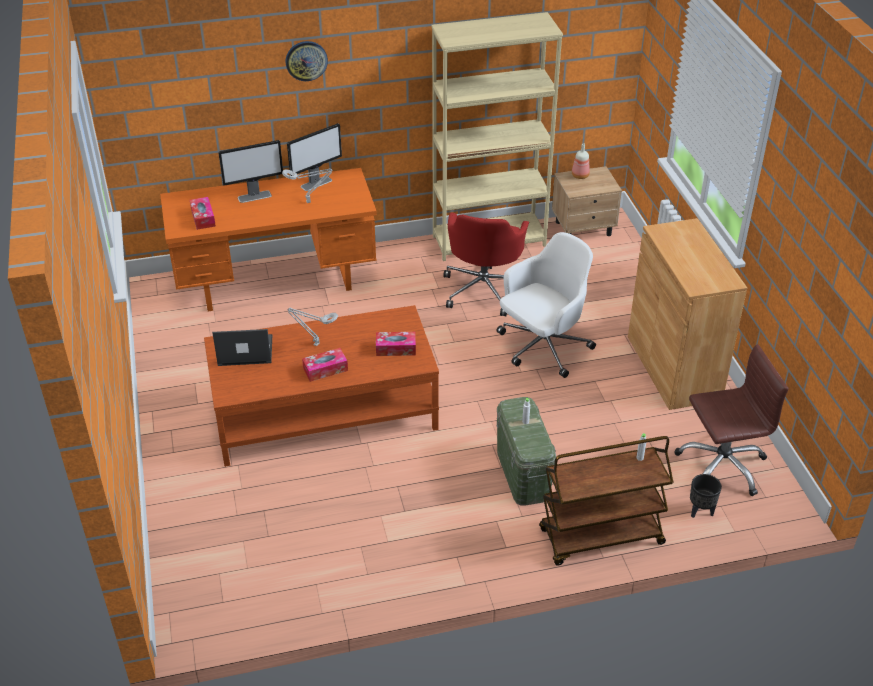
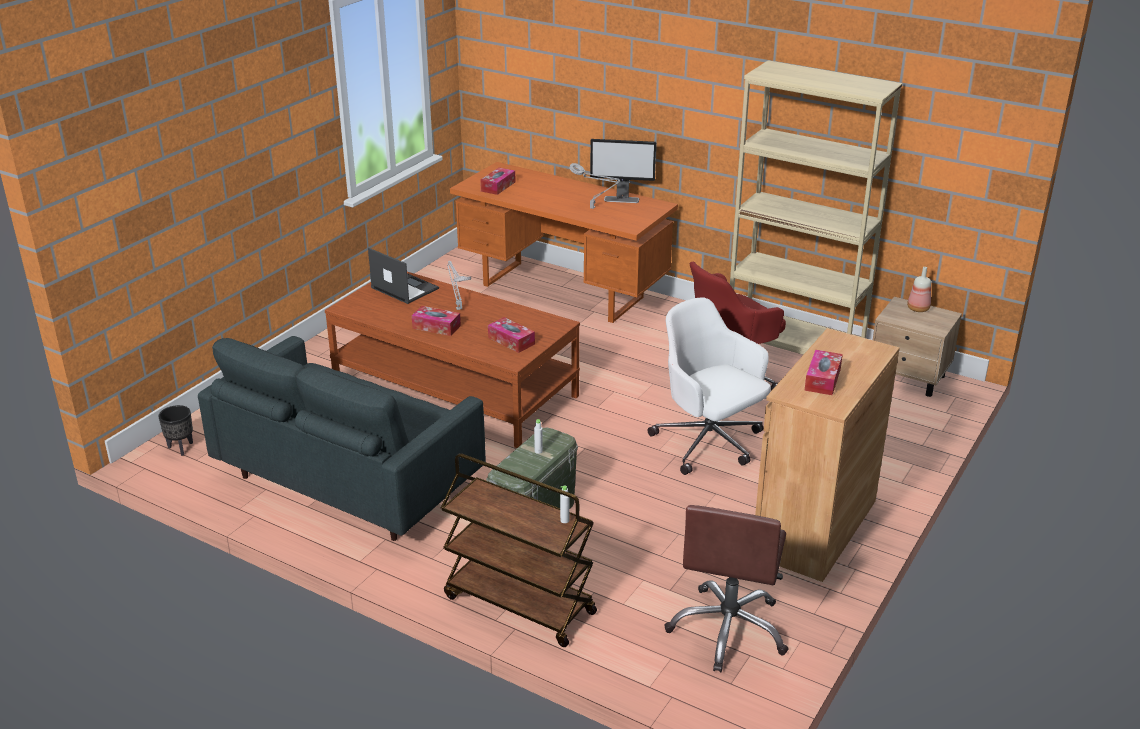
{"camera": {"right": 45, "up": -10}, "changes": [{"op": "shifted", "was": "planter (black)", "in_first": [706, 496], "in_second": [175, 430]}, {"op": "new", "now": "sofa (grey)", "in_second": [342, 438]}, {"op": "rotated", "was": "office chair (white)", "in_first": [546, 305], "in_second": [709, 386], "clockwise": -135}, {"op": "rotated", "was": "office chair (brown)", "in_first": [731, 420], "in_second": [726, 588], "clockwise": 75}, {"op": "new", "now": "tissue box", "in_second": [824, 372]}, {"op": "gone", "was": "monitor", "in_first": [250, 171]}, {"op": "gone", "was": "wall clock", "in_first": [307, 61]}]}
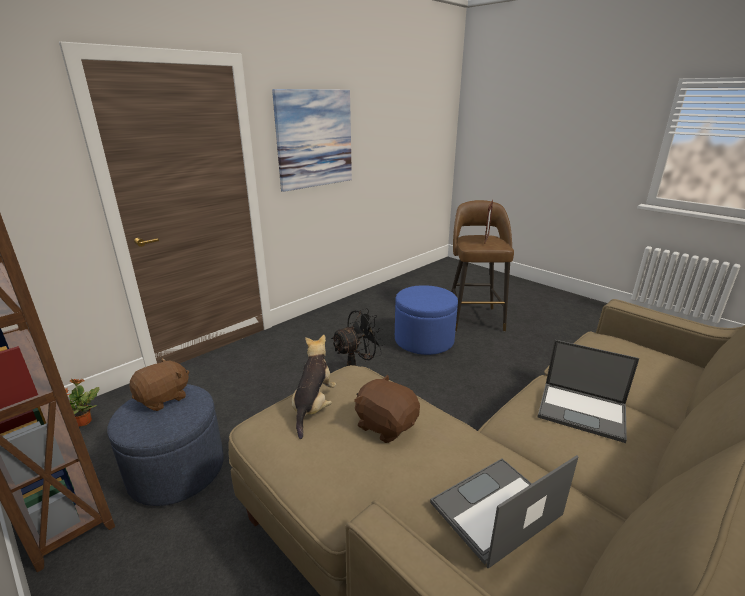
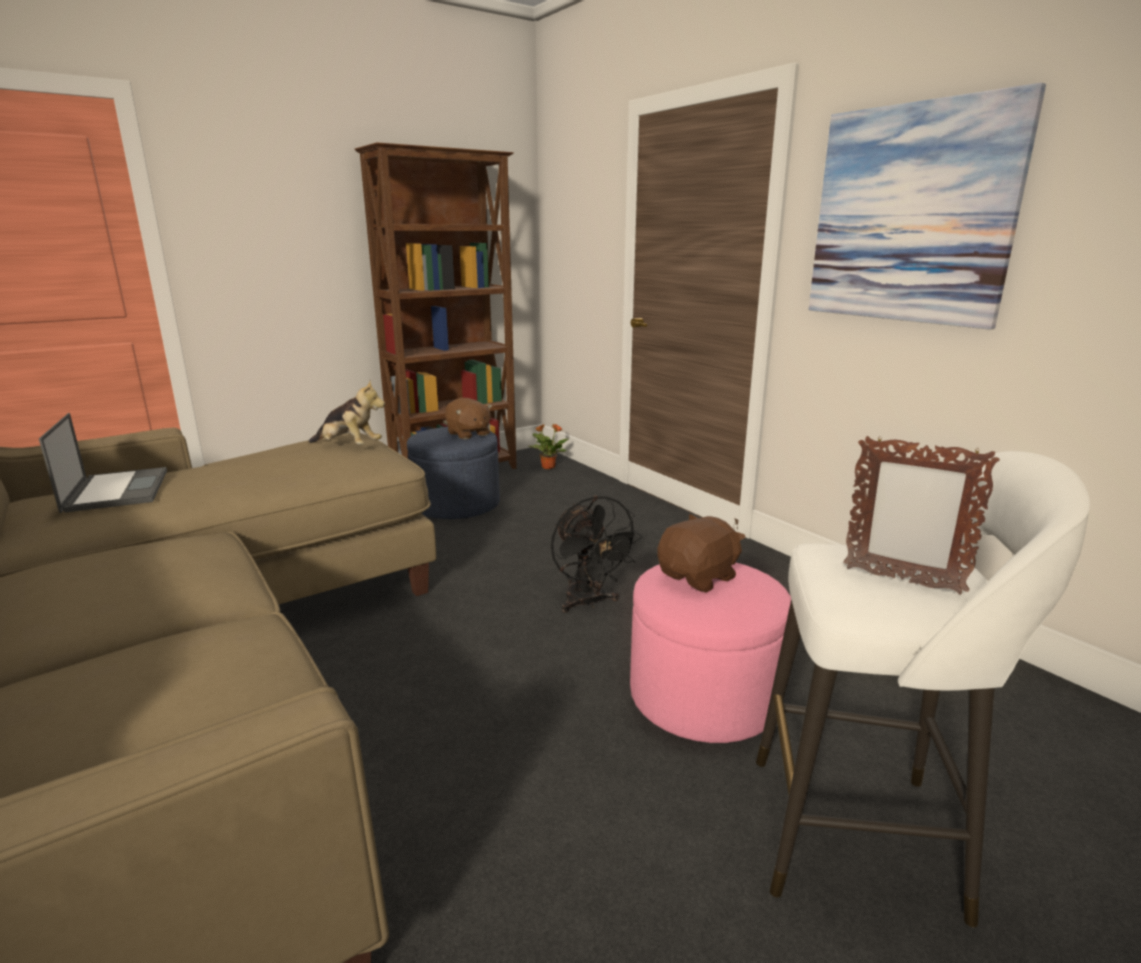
{"camera": {"right": 100, "up": -5}, "changes": [{"op": "repainted", "was": "ottoman (blue)", "now": "ottoman (pink)", "in_first": [426, 320], "in_second": [710, 653]}, {"op": "shifted", "was": "plush toy (brown)", "in_first": [387, 409], "in_second": [701, 553]}, {"op": "repainted", "was": "stool (brown)", "now": "stool (white)", "in_first": [482, 265], "in_second": [923, 689]}, {"op": "gone", "was": "laptop", "in_first": [588, 391]}]}
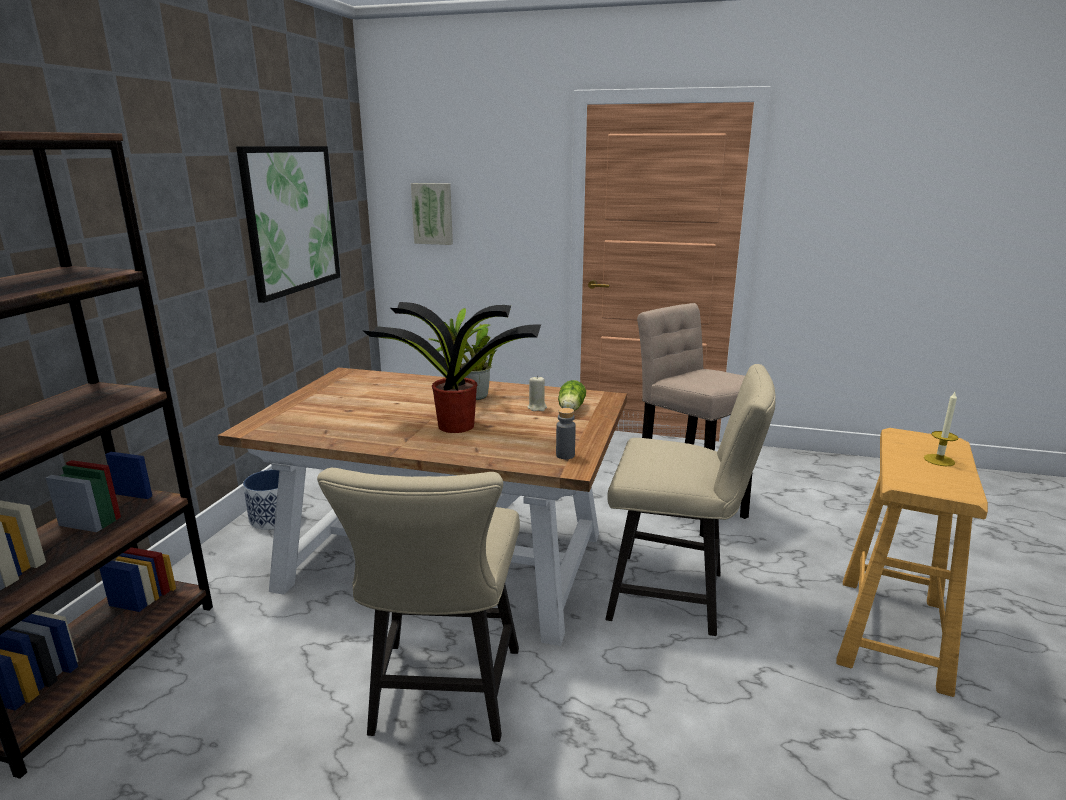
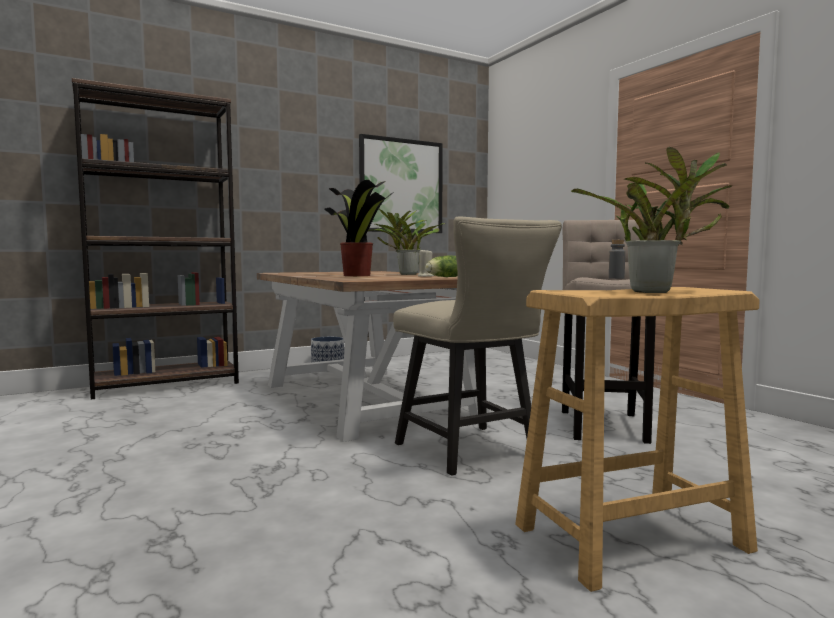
{"camera": {"right": 45, "up": -15}, "changes": [{"op": "swapped", "was": "candle", "now": "potted plant", "in_first": [941, 429], "in_second": [651, 220]}, {"op": "shifted", "was": "bottle (grey)", "in_first": [566, 433], "in_second": [617, 259]}, {"op": "gone", "was": "chair (beige)", "in_first": [418, 605]}, {"op": "gone", "was": "picture", "in_first": [432, 214]}]}
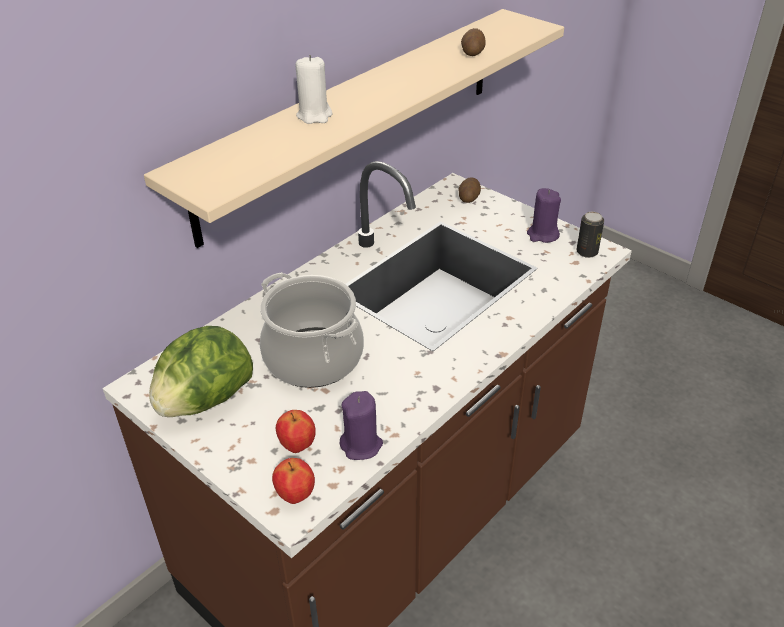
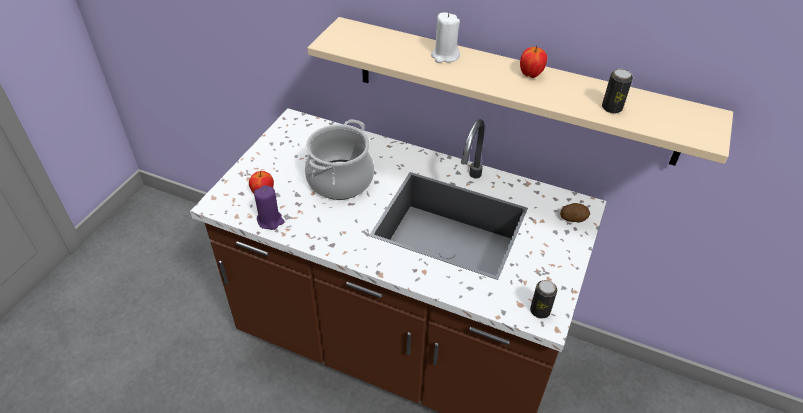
{"camera": {"right": 70, "up": 5}, "changes": [{"op": "shifted", "was": "apple", "in_first": [293, 481], "in_second": [533, 61]}, {"op": "swapped", "was": "potato", "now": "can", "in_first": [473, 42], "in_second": [617, 91]}, {"op": "gone", "was": "lettuce", "in_first": [201, 371]}, {"op": "gone", "was": "candle (purple)", "in_first": [544, 215]}]}
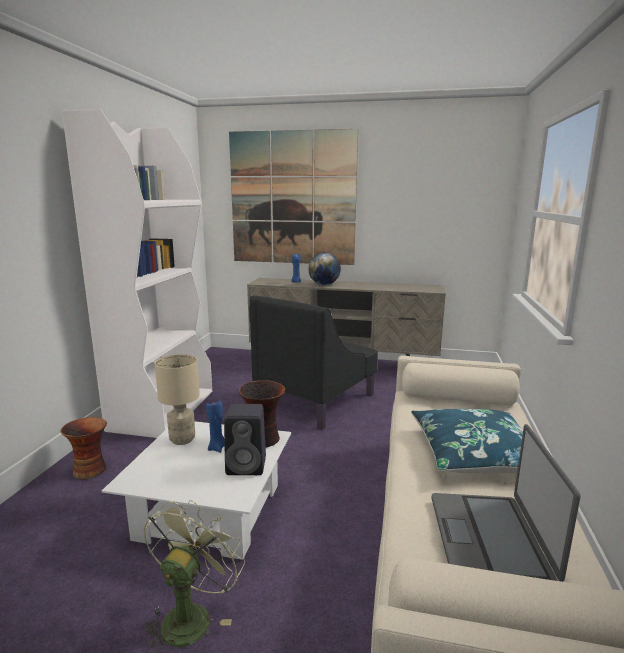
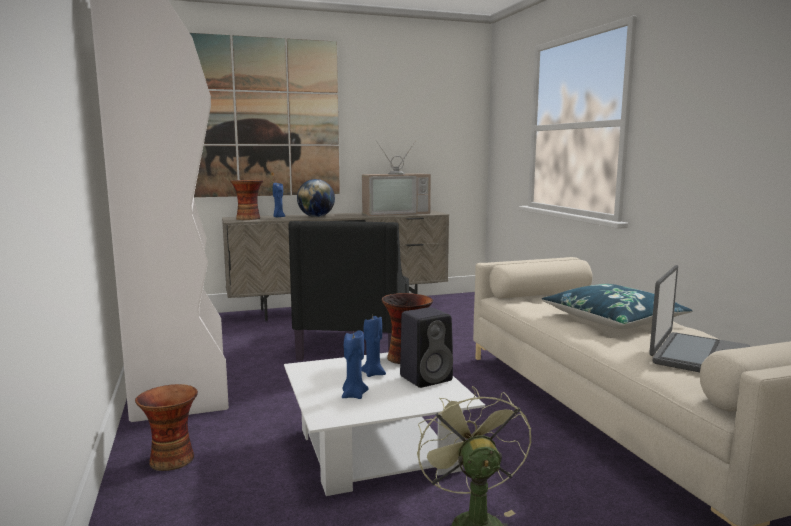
{"camera": {"right": -30, "up": -5}, "changes": [{"op": "new", "now": "vase", "in_second": [246, 200]}, {"op": "new", "now": "candle (blue)", "in_second": [355, 364]}, {"op": "new", "now": "television", "in_second": [396, 178]}, {"op": "rotated", "was": "laptop", "in_first": [506, 503], "in_second": [699, 318], "clockwise": -120}, {"op": "gone", "was": "table lamp (beige)", "in_first": [177, 399]}]}
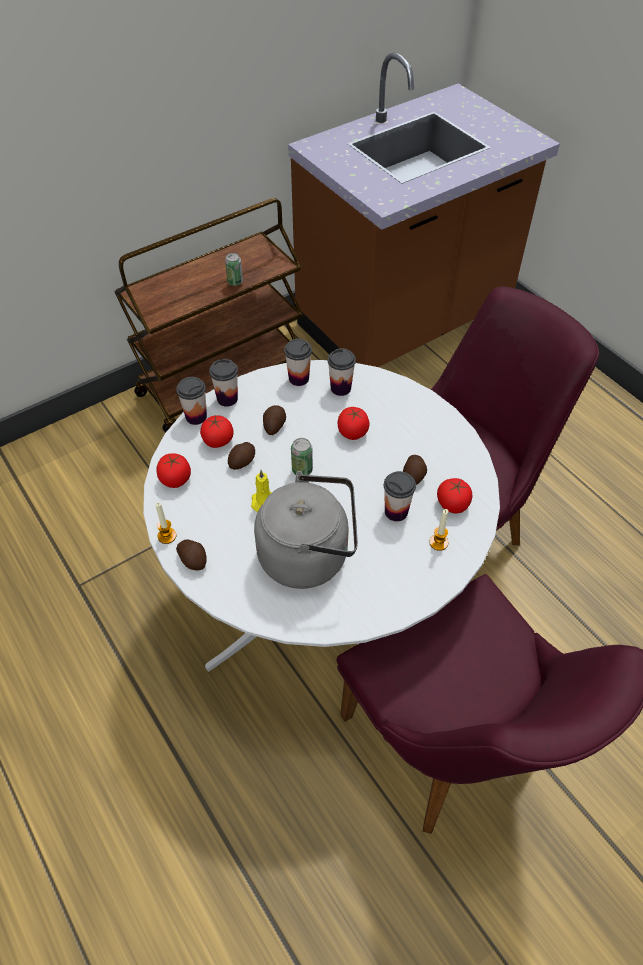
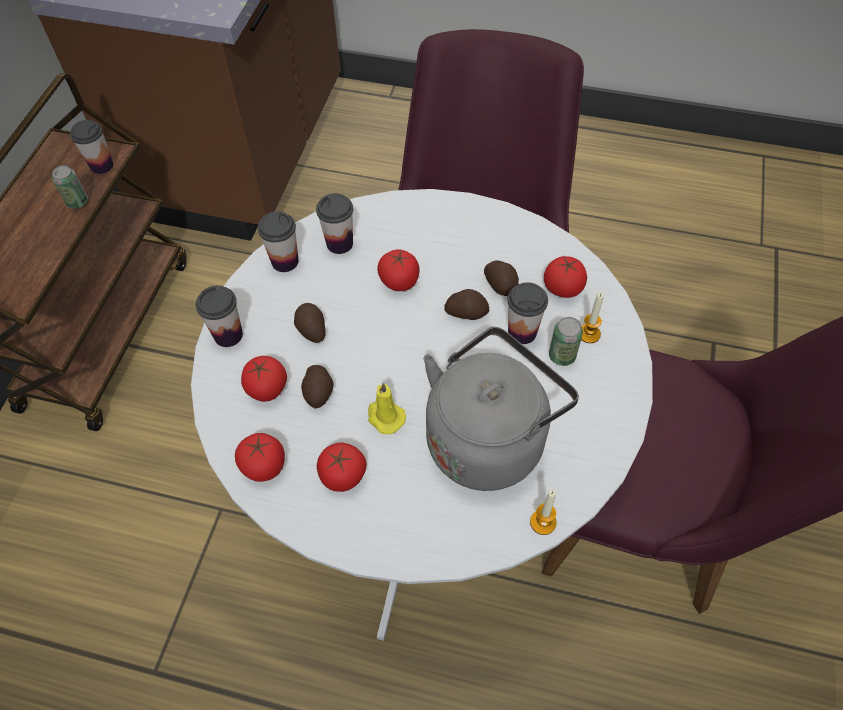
{"camera": {"right": -40, "up": 5}, "changes": [{"op": "shifted", "was": "cup", "in_first": [191, 401], "in_second": [91, 147]}, {"op": "new", "now": "tomato", "in_second": [342, 467]}, {"op": "shifted", "was": "potato", "in_first": [191, 554], "in_second": [466, 304]}, {"op": "shifted", "was": "candle", "in_first": [166, 523], "in_second": [543, 512]}, {"op": "shifted", "was": "can", "in_first": [302, 457], "in_second": [566, 341]}]}
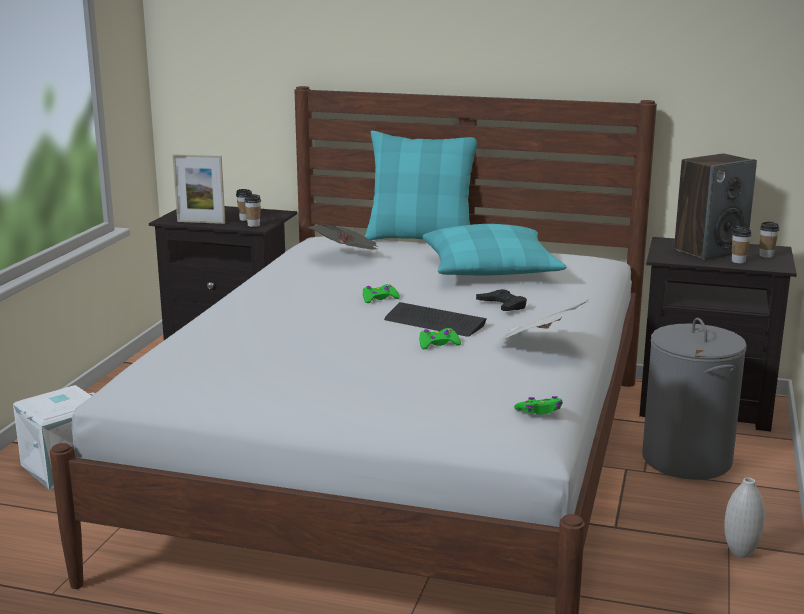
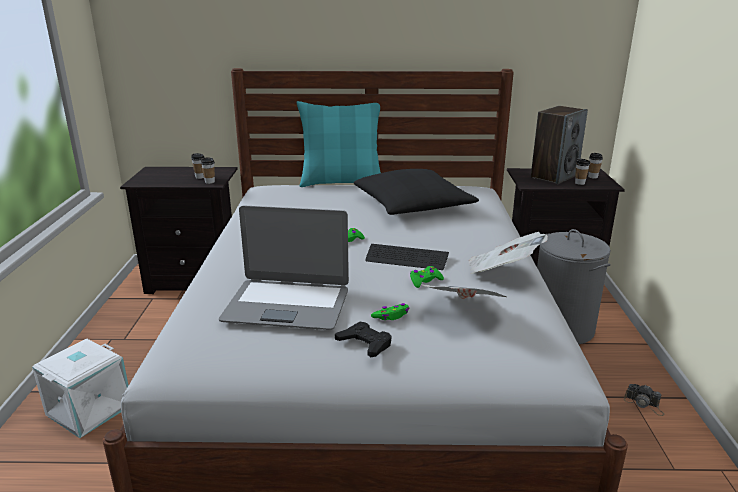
{"camera": {"right": -15, "up": 5}, "changes": [{"op": "new", "now": "laptop", "in_second": [284, 267]}, {"op": "shifted", "was": "game controller (black)", "in_first": [501, 300], "in_second": [363, 339]}, {"op": "repainted", "was": "pillow (turquoise)", "now": "pillow (black)", "in_first": [494, 249], "in_second": [416, 192]}, {"op": "shifted", "was": "game controller (green)", "in_first": [538, 405], "in_second": [390, 311]}, {"op": "shifted", "was": "newspaper", "in_first": [343, 237], "in_second": [463, 291]}, {"op": "swapped", "was": "vase (white)", "now": "photo camera", "in_first": [744, 517], "in_second": [644, 400]}, {"op": "gone", "was": "picture frame", "in_first": [199, 189]}]}
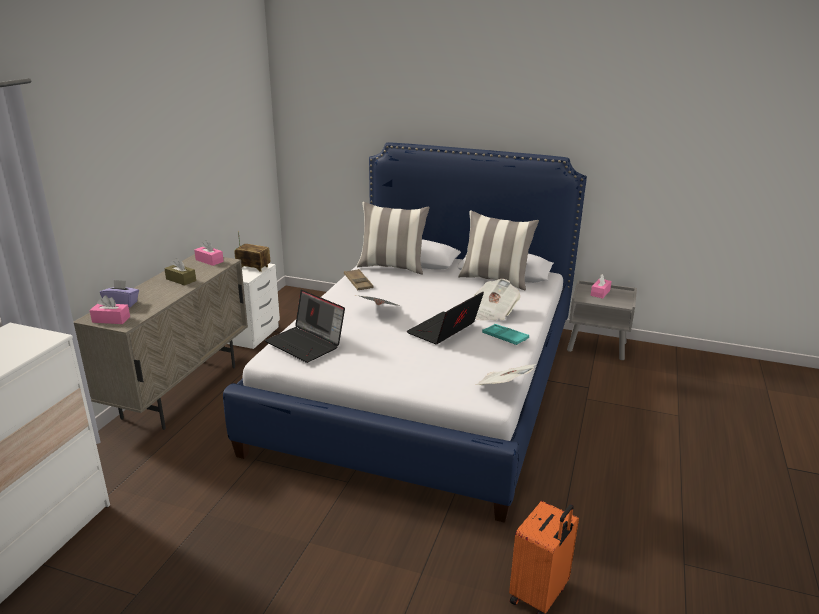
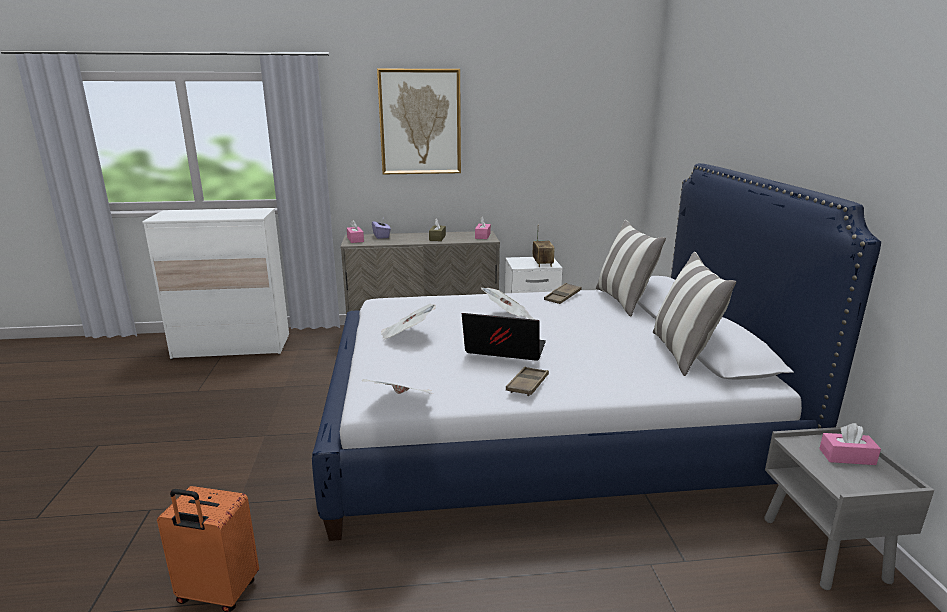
{"camera": {"right": 65, "up": -5}, "changes": [{"op": "new", "now": "picture", "in_second": [419, 121]}, {"op": "shifted", "was": "newspaper", "in_first": [497, 300], "in_second": [408, 321]}, {"op": "repainted", "was": "tray (turquoise)", "now": "tray (brown)", "in_first": [505, 334], "in_second": [527, 381]}, {"op": "gone", "was": "laptop", "in_first": [305, 326]}]}
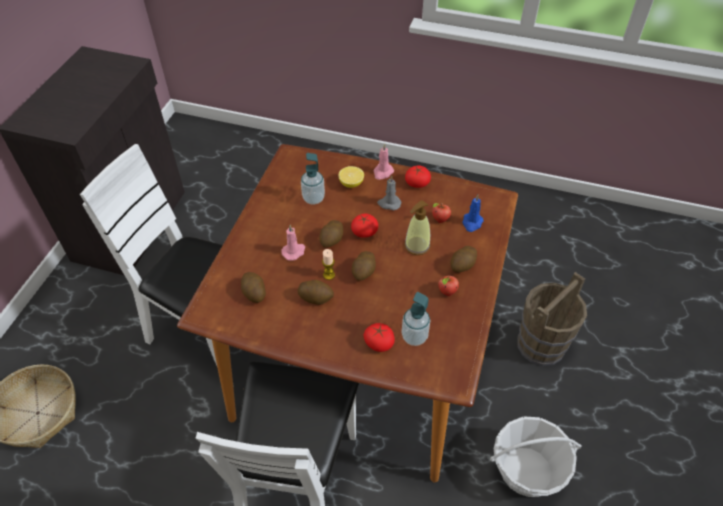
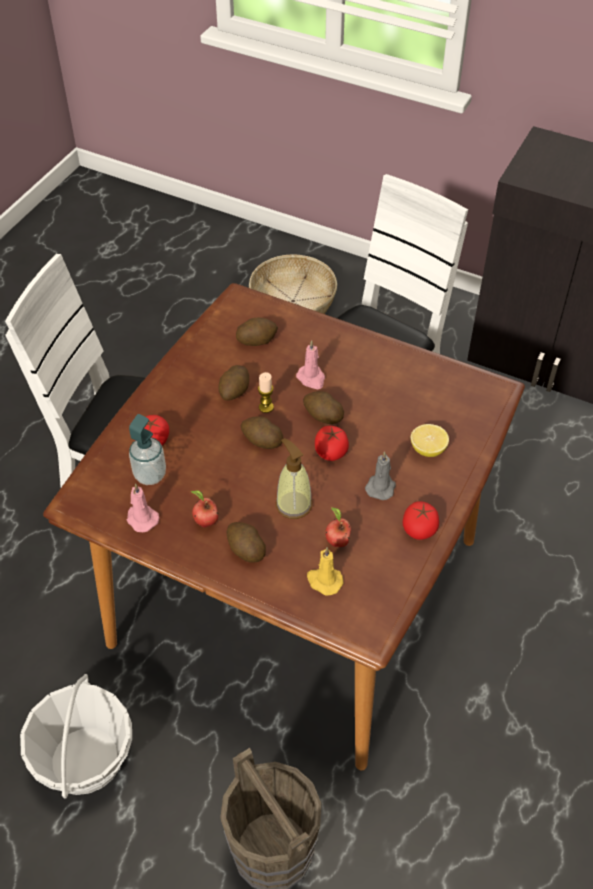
{"camera": {"right": 100, "up": 0}, "changes": [{"op": "shifted", "was": "candle (pink)", "in_first": [384, 161], "in_second": [143, 507]}, {"op": "repainted", "was": "candle (blue)", "now": "candle (yellow)", "in_first": [473, 213], "in_second": [325, 571]}, {"op": "gone", "was": "soap dispenser", "in_first": [313, 179]}]}
